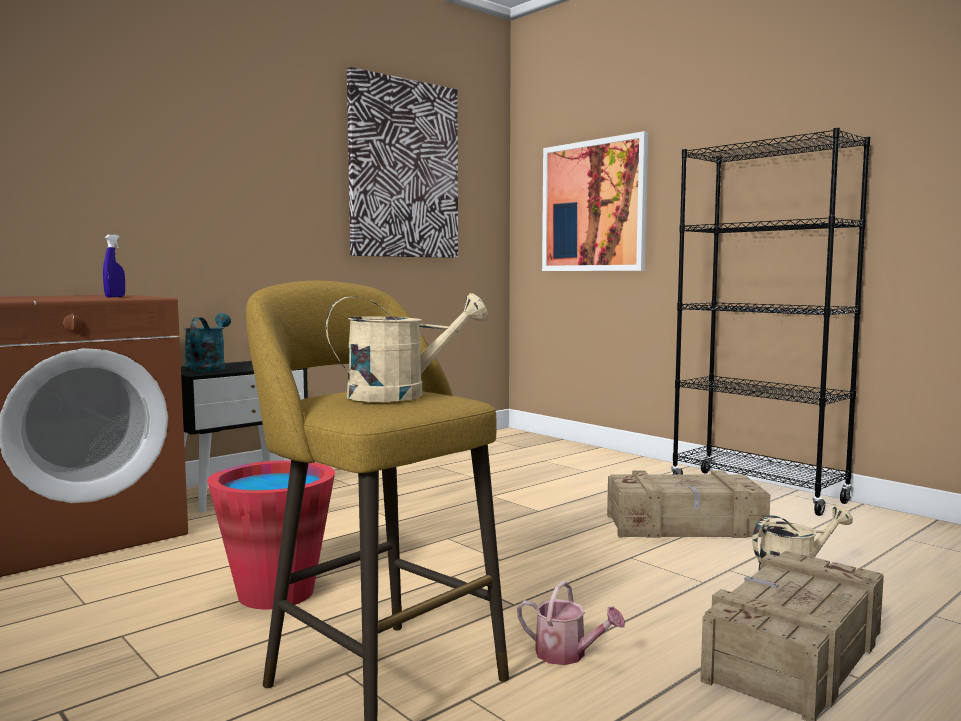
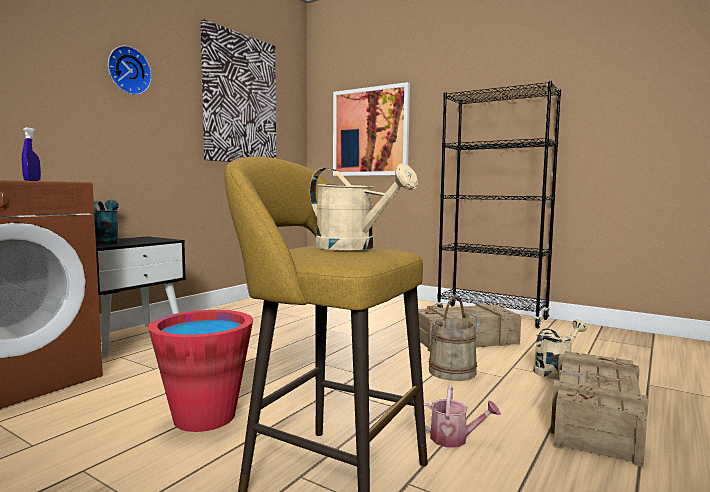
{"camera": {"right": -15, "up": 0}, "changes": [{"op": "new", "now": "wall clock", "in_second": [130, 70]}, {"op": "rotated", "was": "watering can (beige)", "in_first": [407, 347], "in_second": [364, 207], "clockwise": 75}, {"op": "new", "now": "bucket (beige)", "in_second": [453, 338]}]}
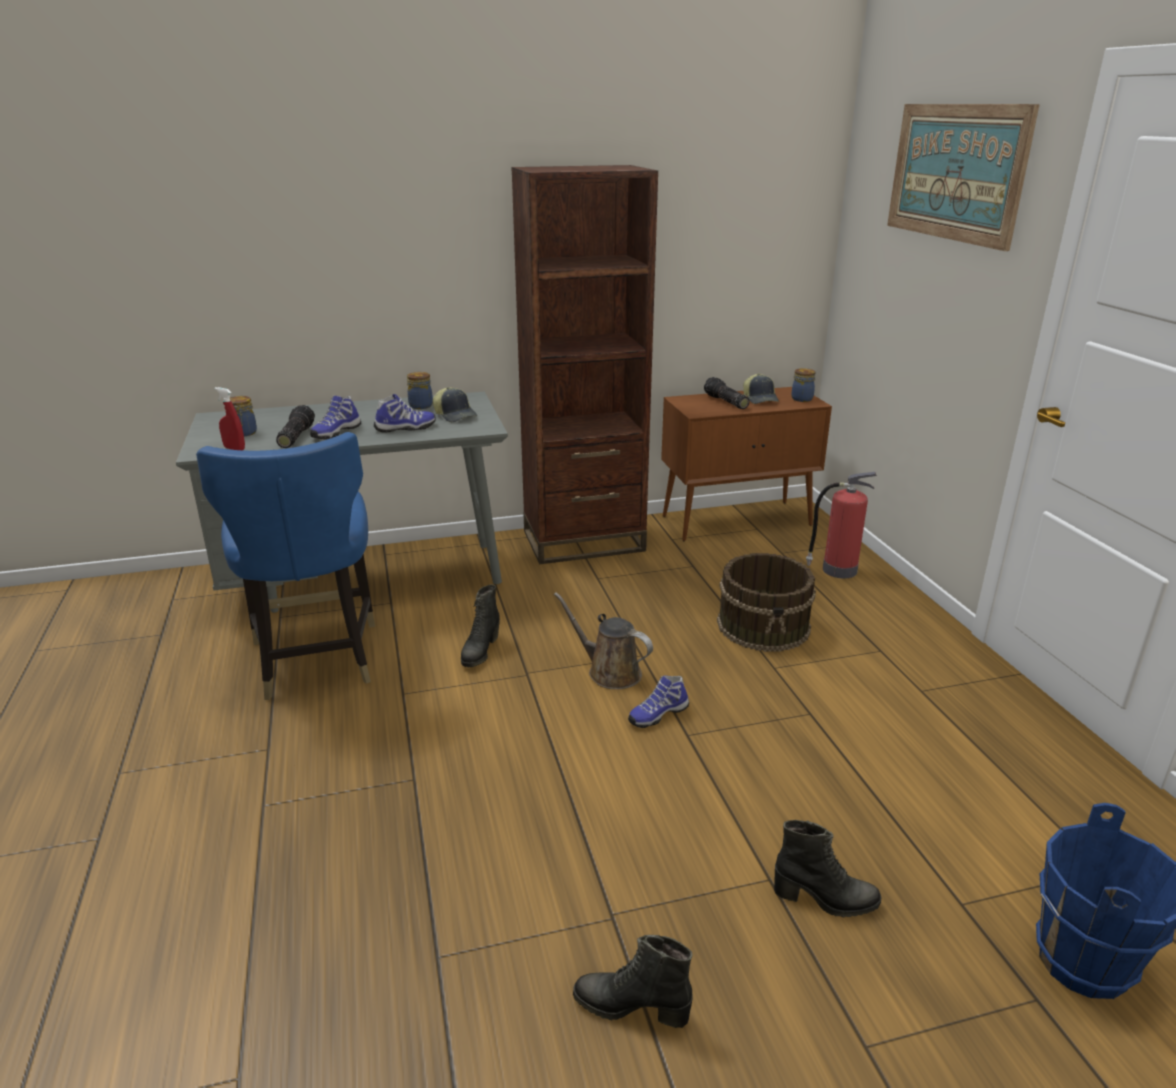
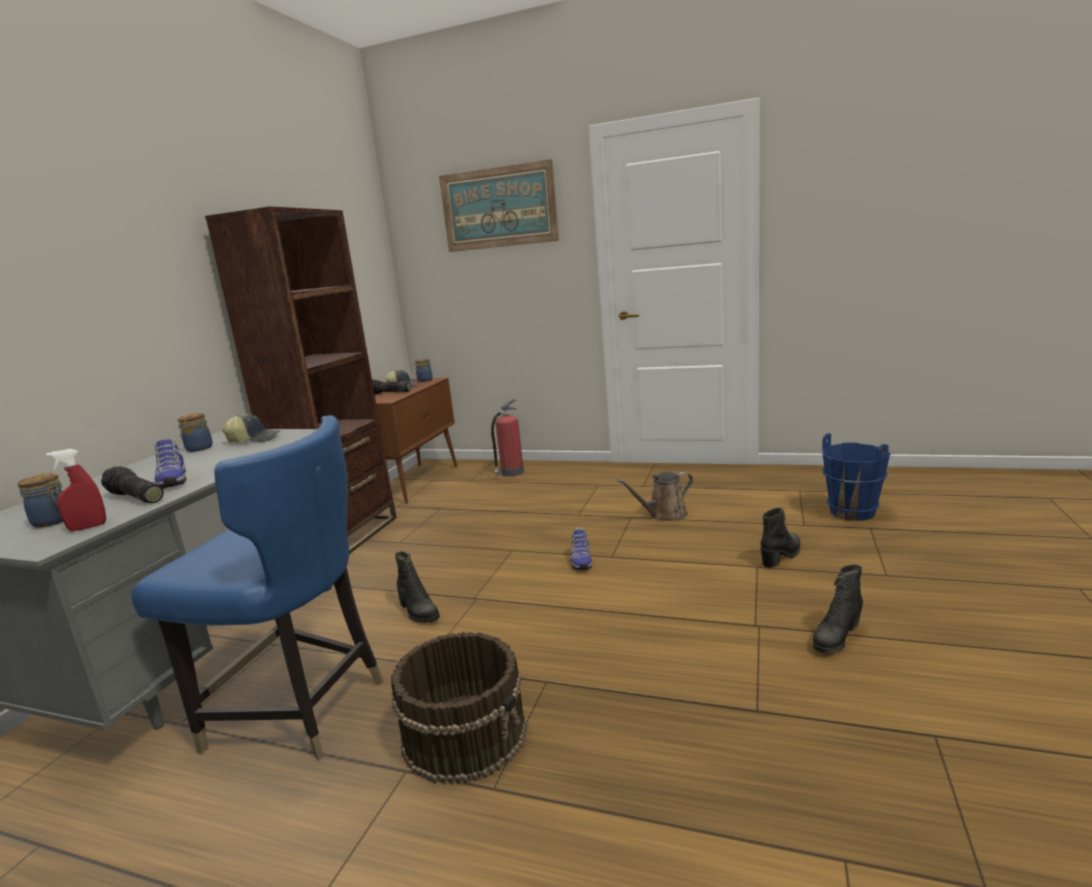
{"camera": {"right": -55, "up": -10}, "changes": [{"op": "shifted", "was": "bucket (brown)", "in_first": [766, 602], "in_second": [459, 708]}, {"op": "shifted", "was": "watering can (brown)", "in_first": [603, 640], "in_second": [655, 496]}, {"op": "gone", "was": "shoe", "in_first": [405, 413]}]}
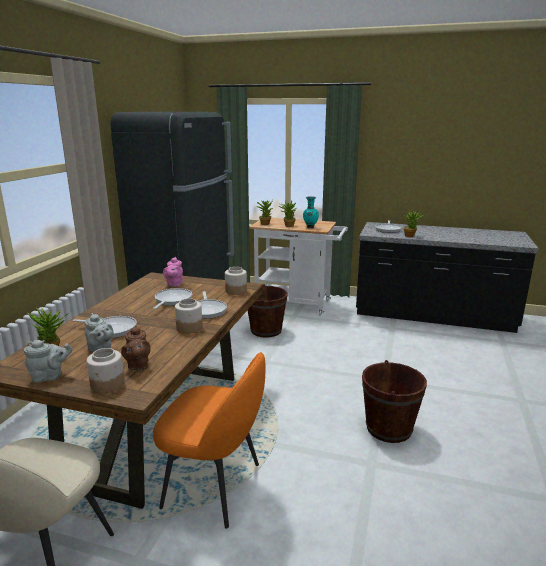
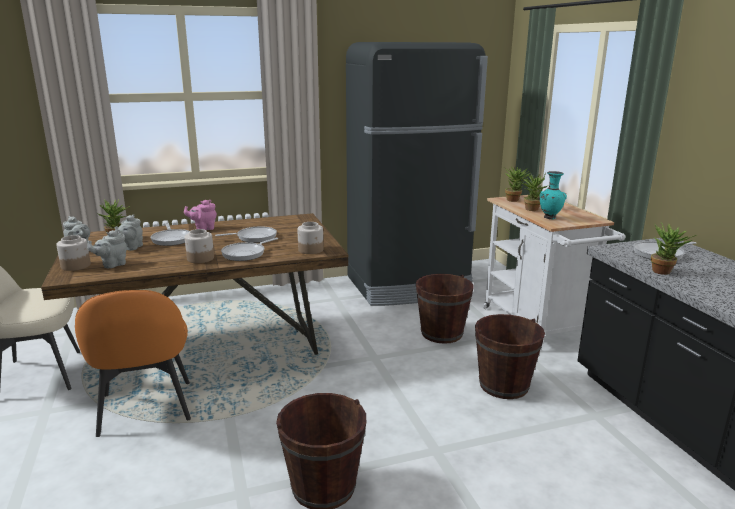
{"camera": {"right": 55, "up": 0}, "changes": [{"op": "repainted", "was": "teapot (brown)", "now": "teapot (grey)", "in_first": [136, 347], "in_second": [107, 249]}, {"op": "shifted", "was": "teapot (pink)", "in_first": [173, 272], "in_second": [200, 215]}, {"op": "new", "now": "bucket (brown)", "in_second": [510, 356]}]}
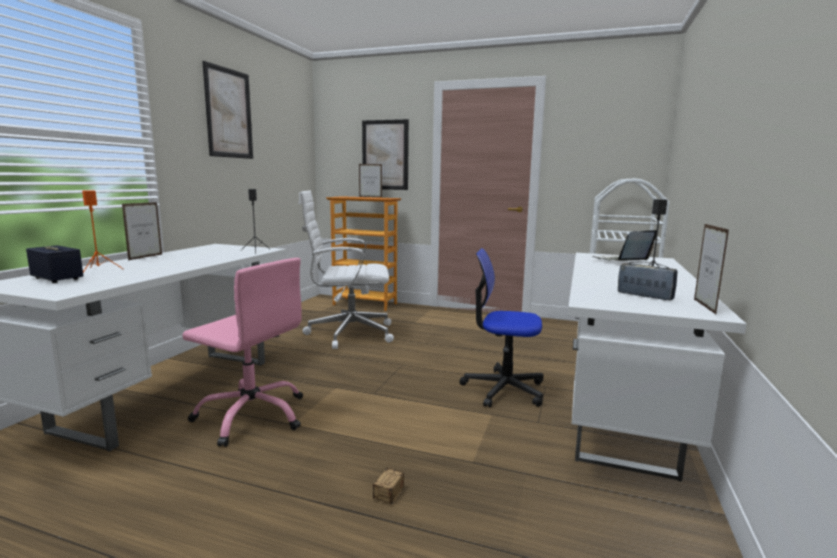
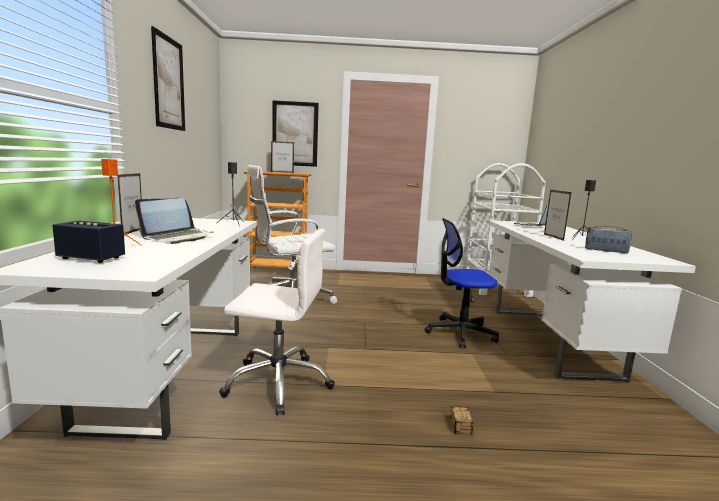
{"camera": {"right": -20, "up": 0}, "changes": [{"op": "new", "now": "laptop", "in_second": [174, 221]}, {"op": "repainted", "was": "office chair (pink)", "now": "office chair (white)", "in_first": [242, 352], "in_second": [277, 322]}, {"op": "shifted", "was": "picture frame", "in_first": [711, 269], "in_second": [558, 215]}]}
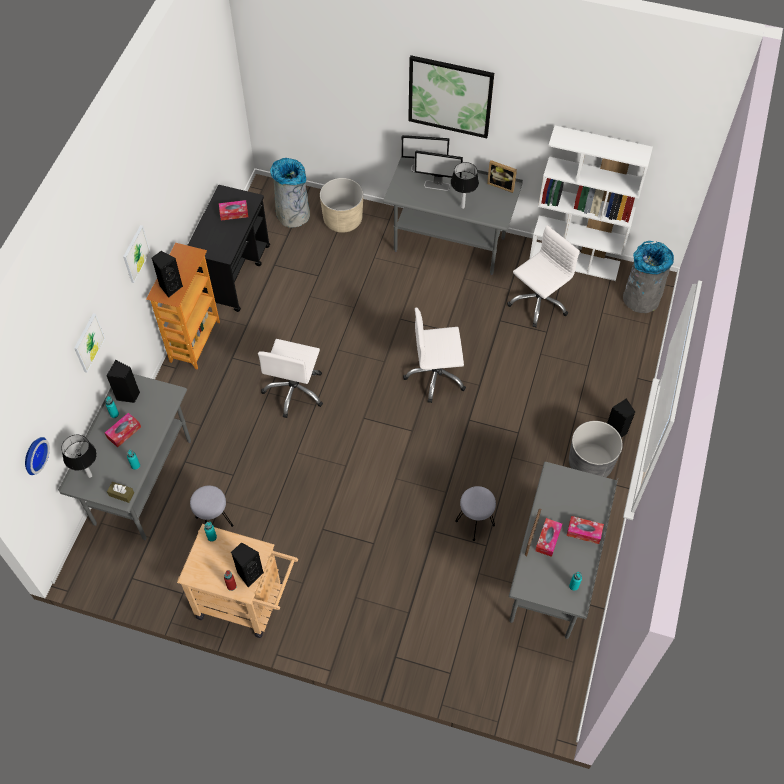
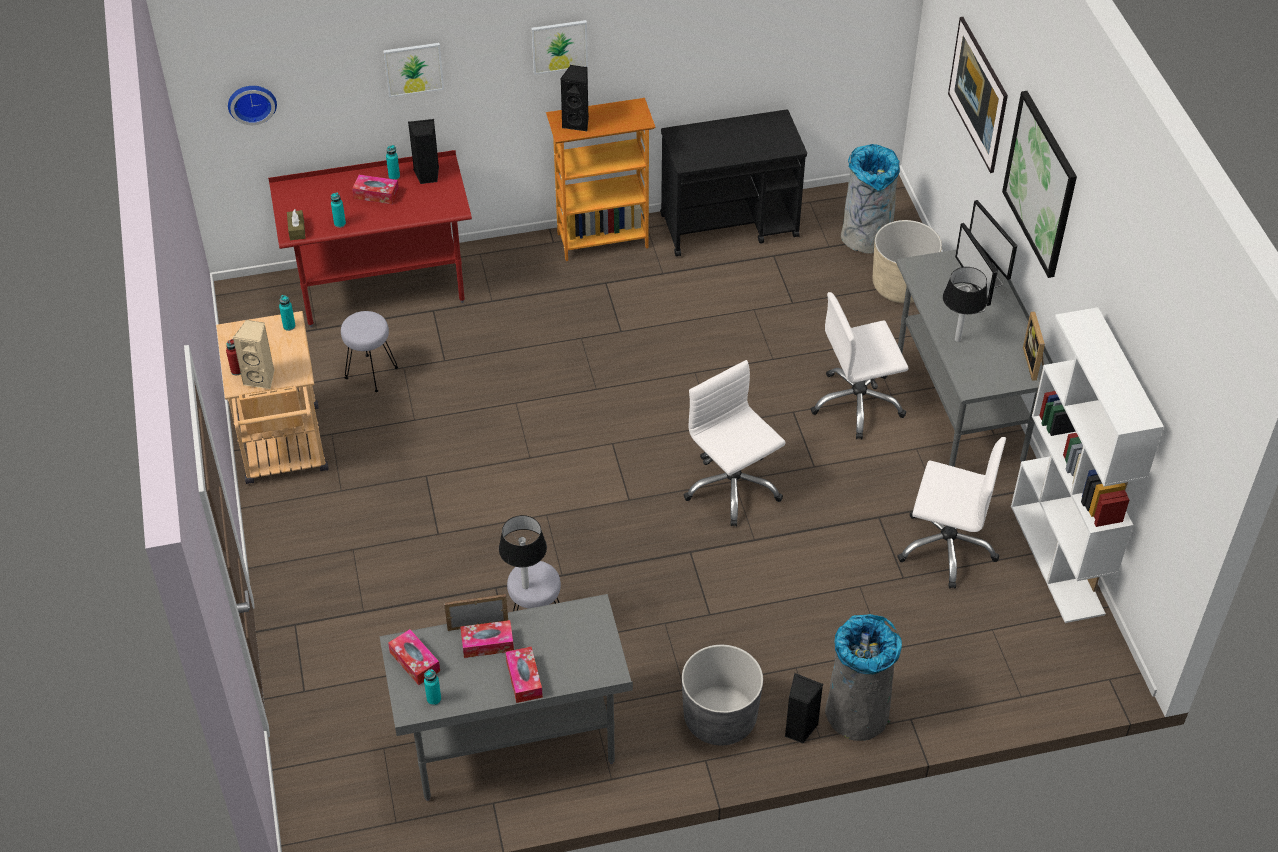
{"camera": {"right": 60, "up": -10}, "changes": [{"op": "repainted", "was": "speaker (black)", "now": "speaker (beige)", "in_first": [247, 565], "in_second": [253, 354]}, {"op": "repainted", "was": "desk (grey)", "now": "desk (red)", "in_first": [124, 457], "in_second": [370, 238]}, {"op": "shifted", "was": "tissue box", "in_first": [233, 210], "in_second": [414, 657]}, {"op": "shifted", "was": "table lamp", "in_first": [79, 456], "in_second": [523, 552]}, {"op": "shifted", "was": "office chair (white)", "in_first": [290, 378], "in_second": [859, 365]}, {"op": "shifted", "was": "trash can (grey)", "in_first": [648, 277], "in_second": [863, 677]}, {"op": "new", "now": "picture", "in_second": [978, 95]}]}
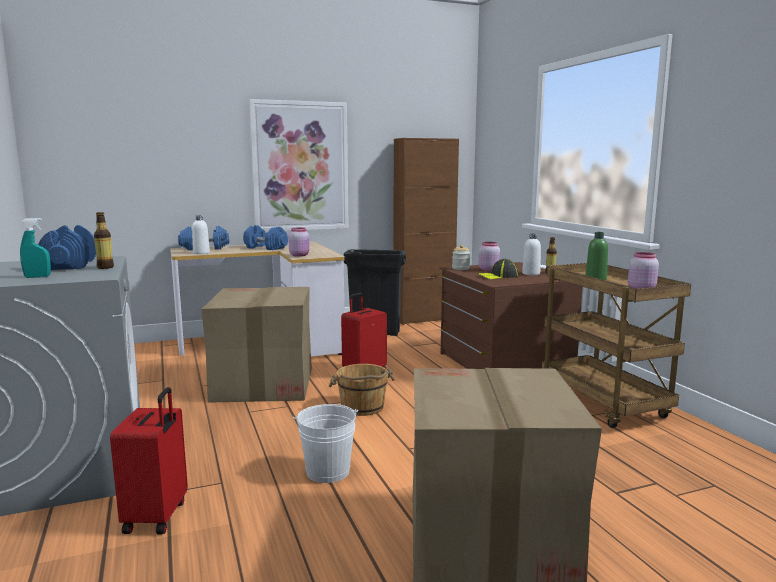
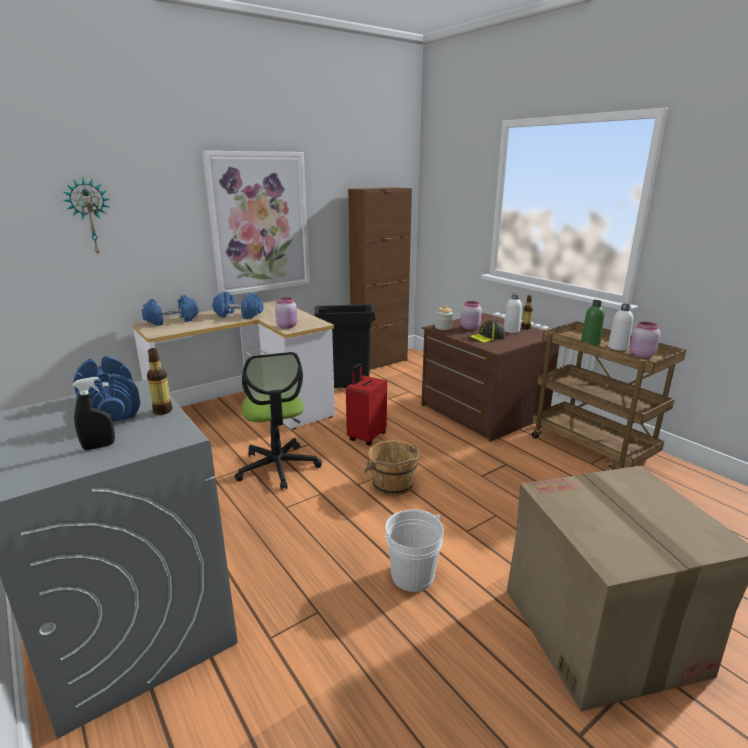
{"camera": {"right": -15, "up": 10}, "changes": [{"op": "new", "now": "wall clock", "in_second": [86, 216]}, {"op": "repainted", "was": "spray bottle (turquoise)", "now": "spray bottle (black)", "in_first": [35, 248], "in_second": [94, 413]}, {"op": "swapped", "was": "cardboard box", "now": "office chair", "in_first": [256, 345], "in_second": [278, 421]}, {"op": "shifted", "was": "bottle (white)", "in_first": [201, 234], "in_second": [620, 327]}, {"op": "gone", "was": "suitcase (red)", "in_first": [149, 461]}]}
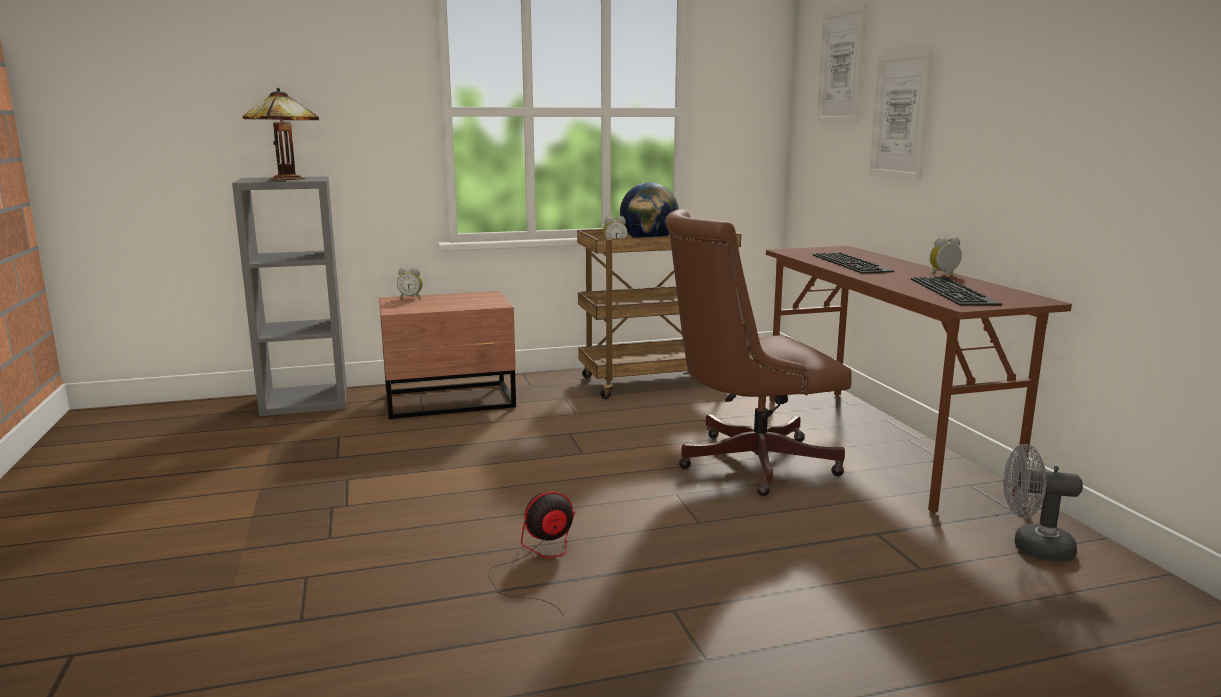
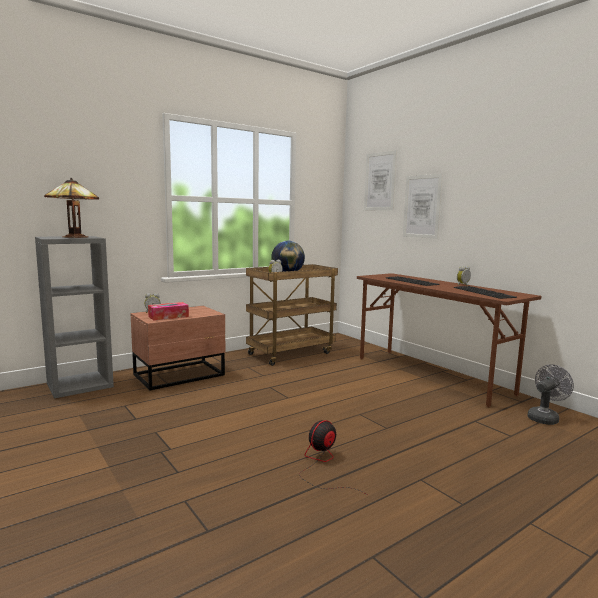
{"camera": {"right": -20, "up": -5}, "changes": [{"op": "new", "now": "tissue box", "in_second": [168, 311]}, {"op": "rotated", "was": "fan (grey)", "in_first": [1043, 502], "in_second": [550, 394], "clockwise": 150}, {"op": "gone", "was": "office chair (brown)", "in_first": [758, 352]}]}
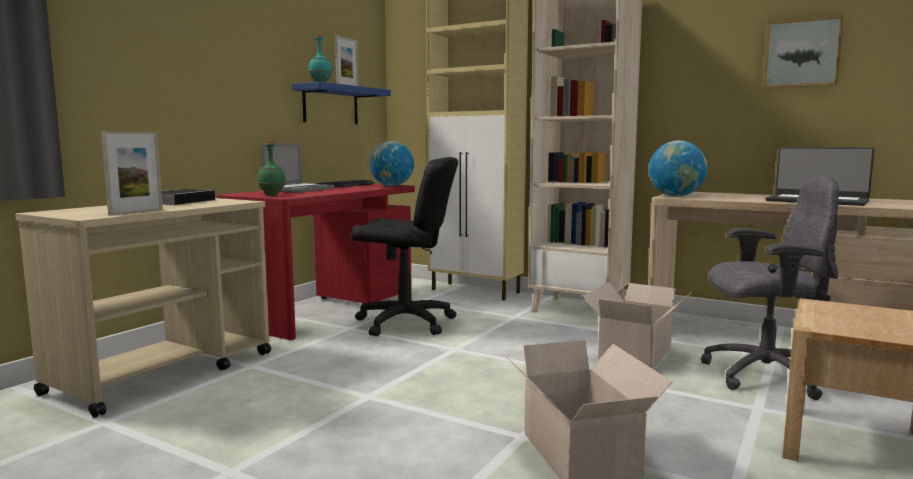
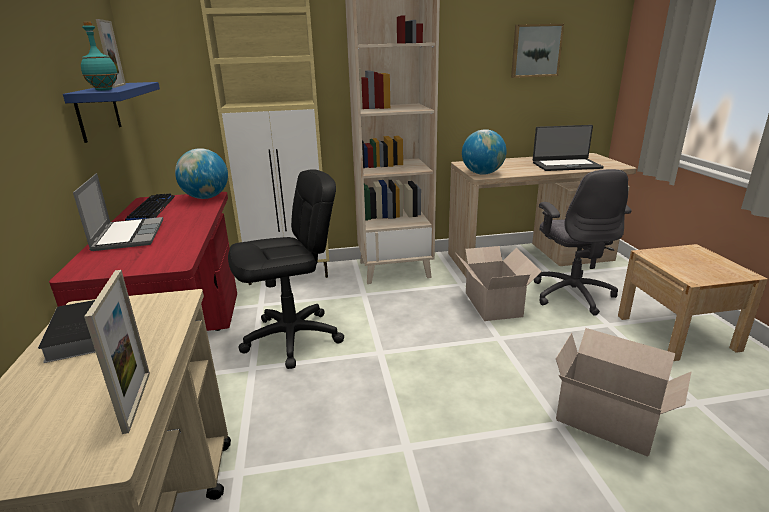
{"camera": {"right": -40, "up": 15}, "changes": [{"op": "rotated", "was": "office chair (grey)", "in_first": [770, 287], "in_second": [582, 242], "clockwise": 120}, {"op": "gone", "was": "bottle (green)", "in_first": [271, 168]}]}
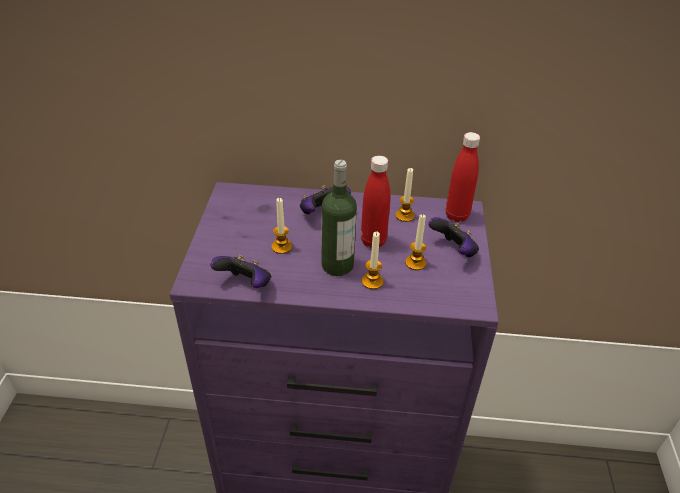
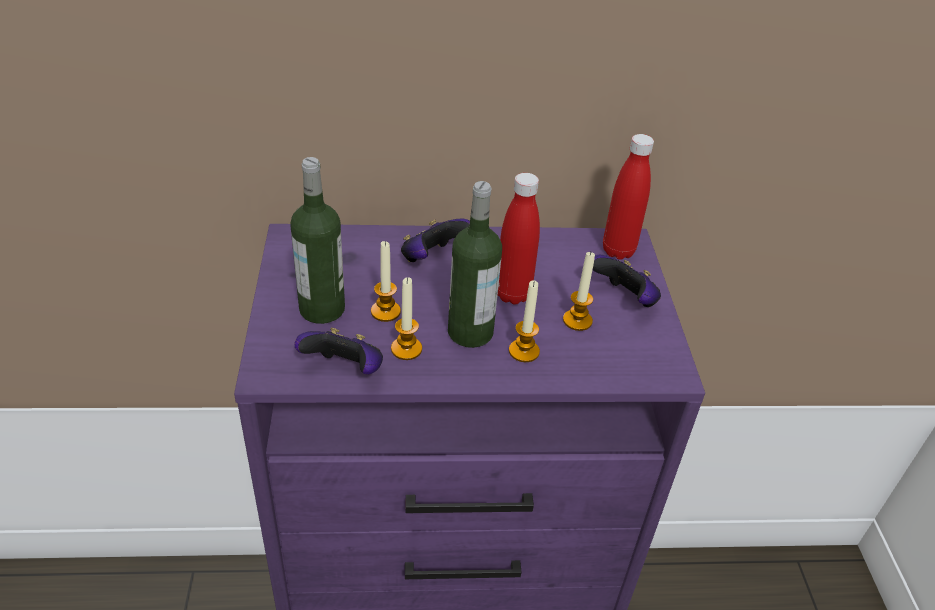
{"camera": {"right": -10, "up": 0}, "changes": [{"op": "new", "now": "bottle", "in_second": [317, 240]}, {"op": "shifted", "was": "candle", "in_first": [405, 195], "in_second": [406, 318]}]}
